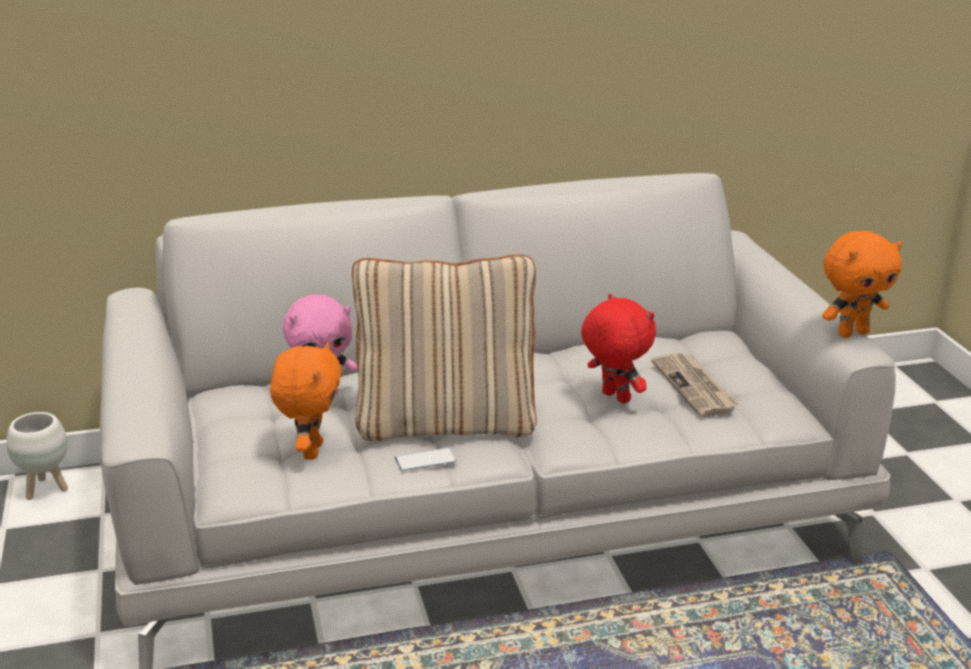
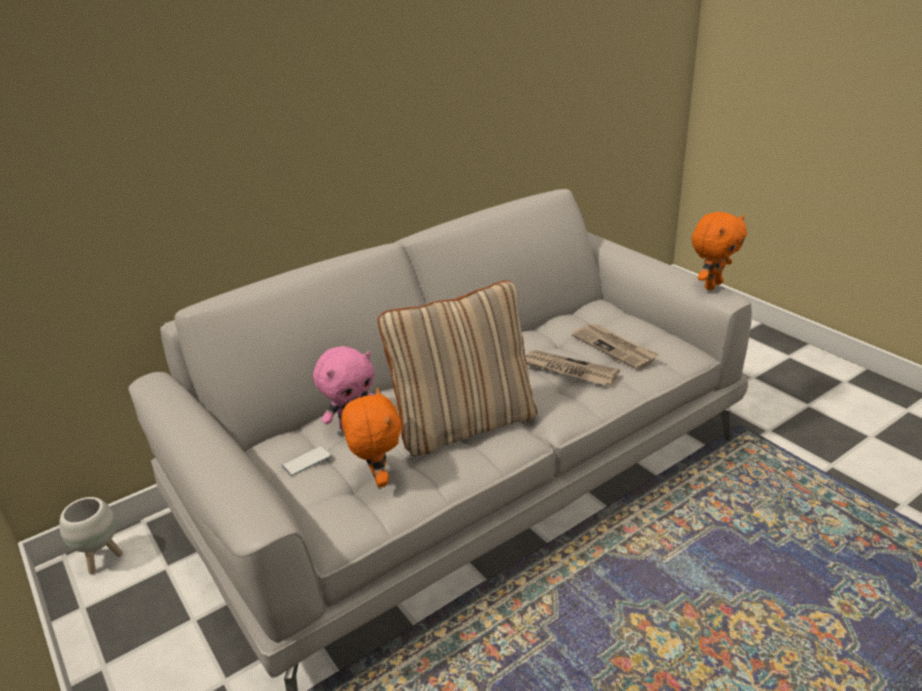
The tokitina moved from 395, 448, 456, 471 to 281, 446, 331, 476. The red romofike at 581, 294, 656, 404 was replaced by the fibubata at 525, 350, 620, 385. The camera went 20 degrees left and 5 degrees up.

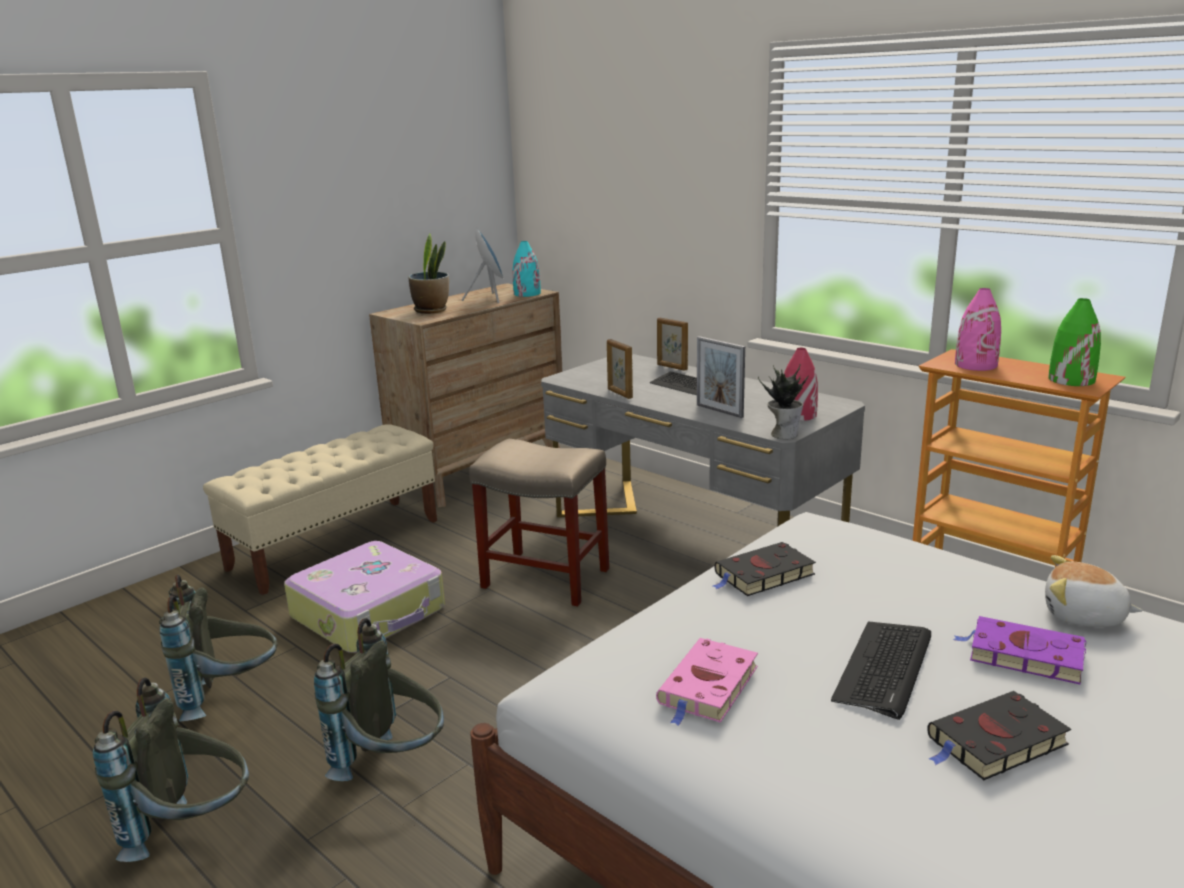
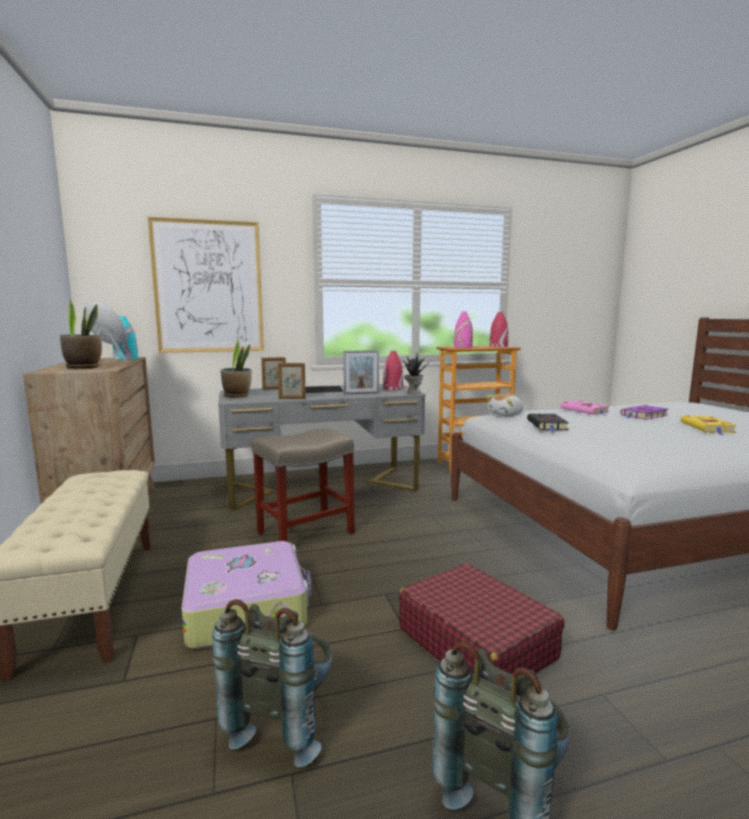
The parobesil at 831, 622, 931, 720 disappeared. The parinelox at 147, 216, 264, 353 appeared. The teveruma at 221, 340, 252, 398 appeared. The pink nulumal moved from 656, 638, 758, 726 to 561, 400, 610, 416. The romofike moved from 1045, 555, 1143, 627 to 486, 393, 523, 416. The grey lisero at 314, 618, 444, 781 was replaced by the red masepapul at 399, 563, 565, 674. The black nulumal at 927, 691, 1071, 780 became the yellow nulumal at 681, 415, 737, 435. The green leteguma at 1048, 298, 1101, 386 became the red leteguma at 490, 312, 509, 347. The camera went 60 degrees left and 10 degrees down.

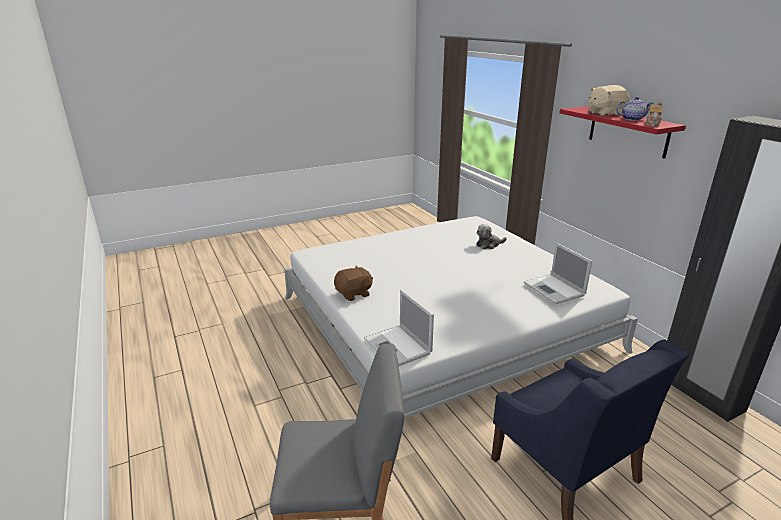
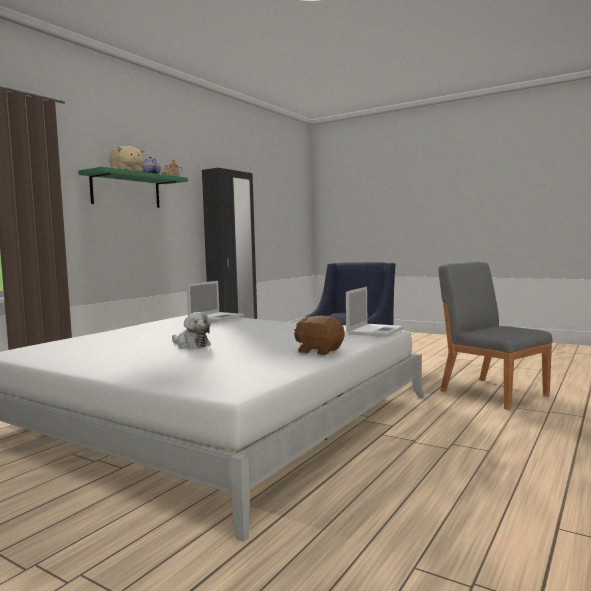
The romofike moved from 476, 224, 507, 249 to 172, 312, 211, 349. The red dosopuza at 559, 106, 686, 159 became the green dosopuza at 78, 167, 188, 208. The camera went 120 degrees left and 20 degrees down.

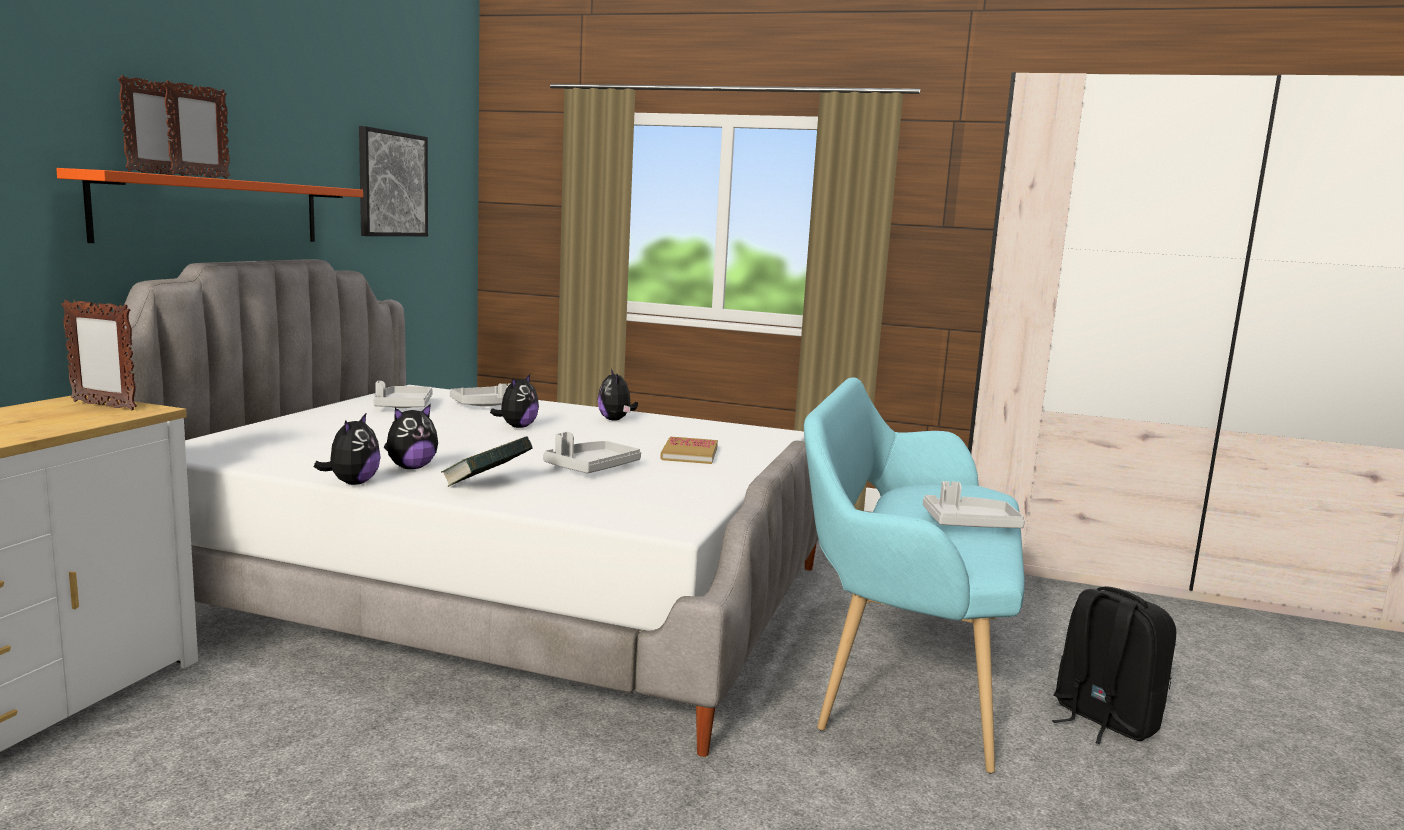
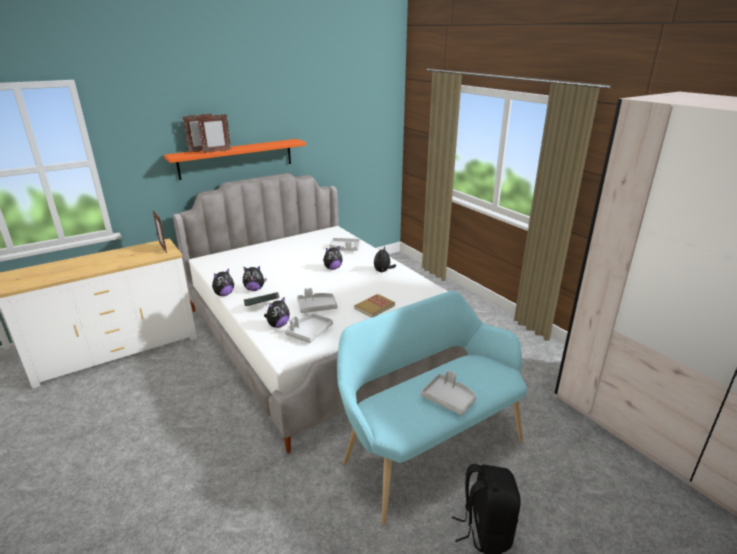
The parinelox at 359, 126, 428, 236 disappeared. The romofike at 264, 297, 290, 328 appeared. The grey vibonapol moved from 373, 381, 433, 408 to 285, 314, 333, 343. The camera went 40 degrees right and 15 degrees up.

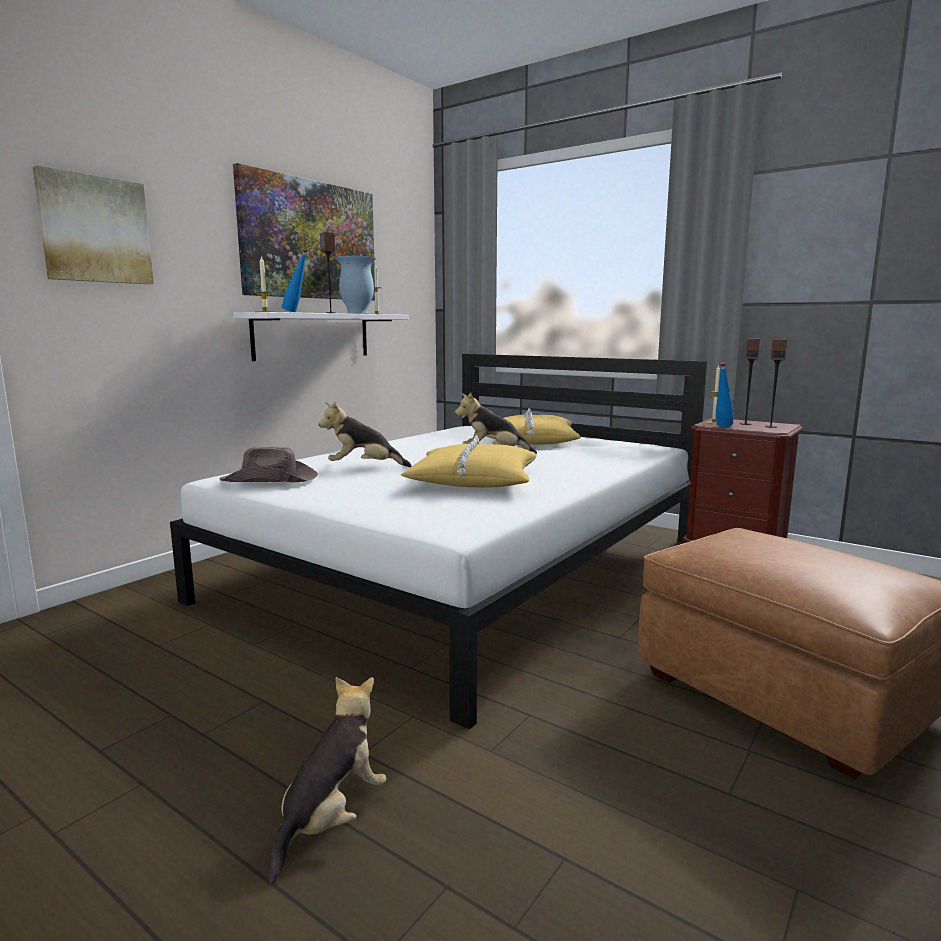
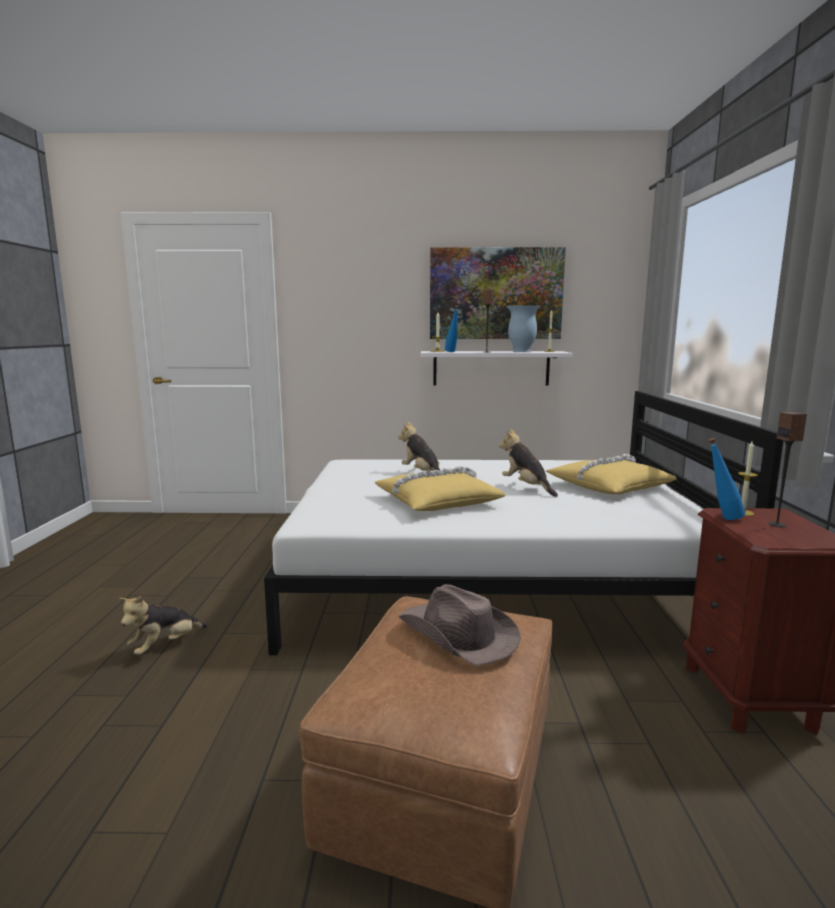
The parinelox at 33, 166, 154, 284 disappeared. The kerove at 765, 339, 787, 428 disappeared. The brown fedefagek moved from 219, 447, 318, 482 to 398, 584, 521, 666. The romofike at 269, 677, 386, 884 turned 135 degrees clockwise. The camera went 55 degrees right and 0 degrees up.

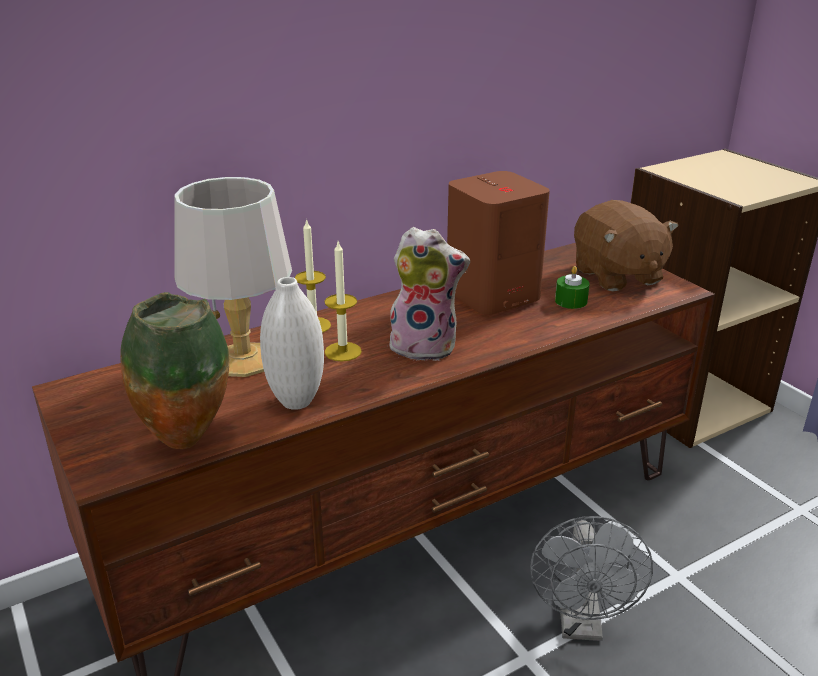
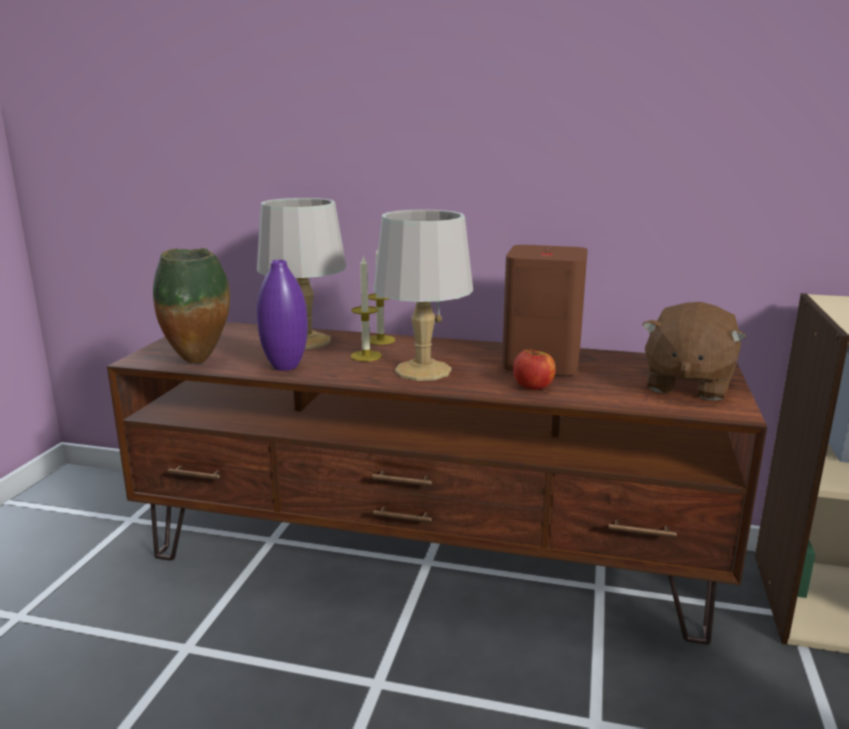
The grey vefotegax at 530, 516, 653, 641 disappeared. The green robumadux at 555, 266, 590, 309 disappeared. The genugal at 513, 348, 556, 390 appeared. The romofike at 389, 227, 470, 361 was replaced by the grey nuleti at 374, 210, 473, 381. The white leteguma at 260, 277, 324, 410 became the purple leteguma at 257, 260, 308, 371. The camera went 45 degrees right and 10 degrees down.

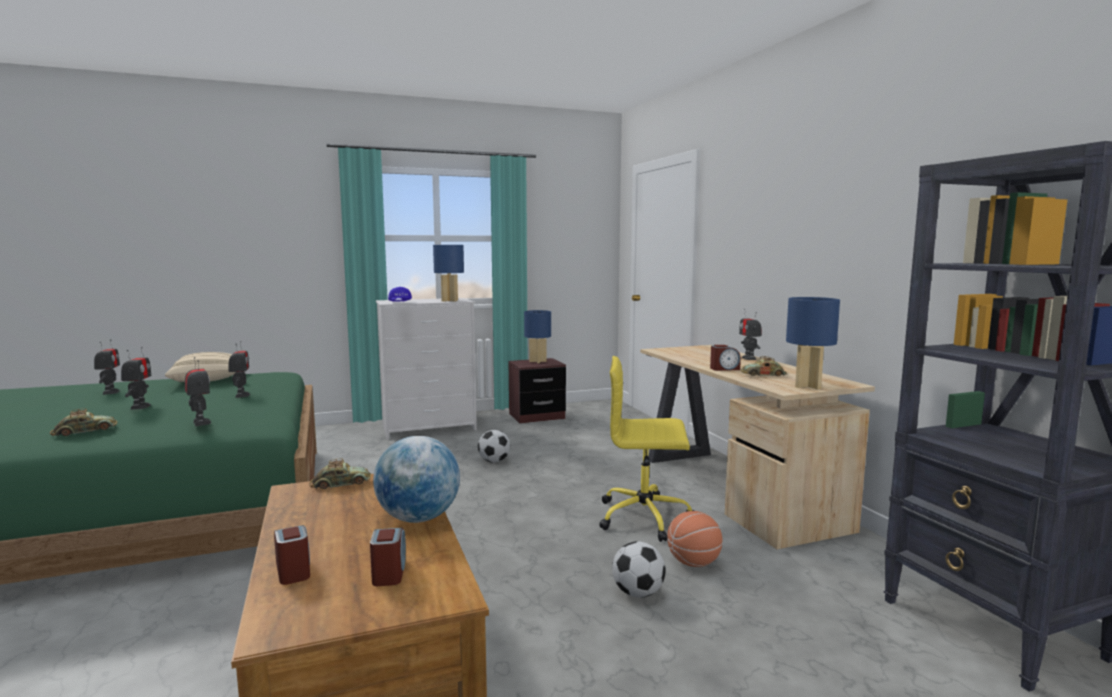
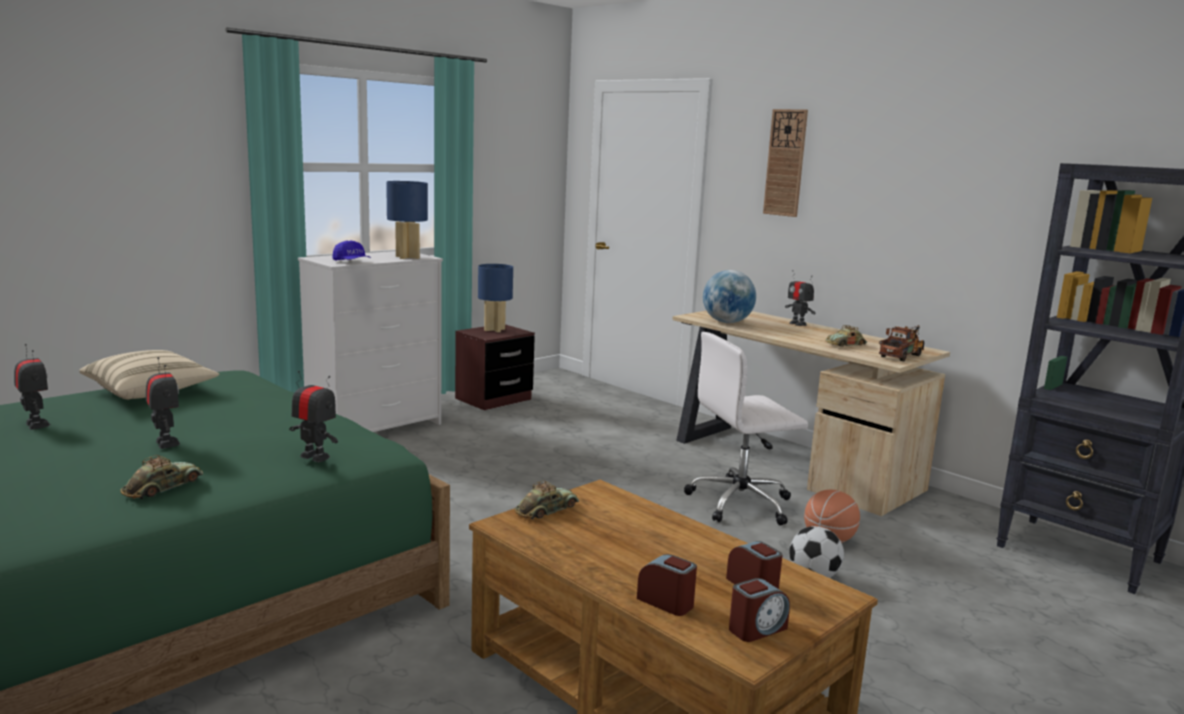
The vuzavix at 229, 341, 250, 398 disappeared. The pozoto at 478, 430, 511, 463 disappeared. The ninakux at 763, 109, 808, 217 appeared. The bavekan moved from 373, 436, 460, 523 to 703, 270, 756, 323. The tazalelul moved from 710, 345, 741, 371 to 729, 578, 790, 642. The blue nuleti at 786, 297, 840, 390 was replaced by the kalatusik at 879, 325, 924, 361. The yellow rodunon at 599, 356, 695, 542 became the white rodunon at 684, 332, 808, 525. The camera went 25 degrees left and 5 degrees up.

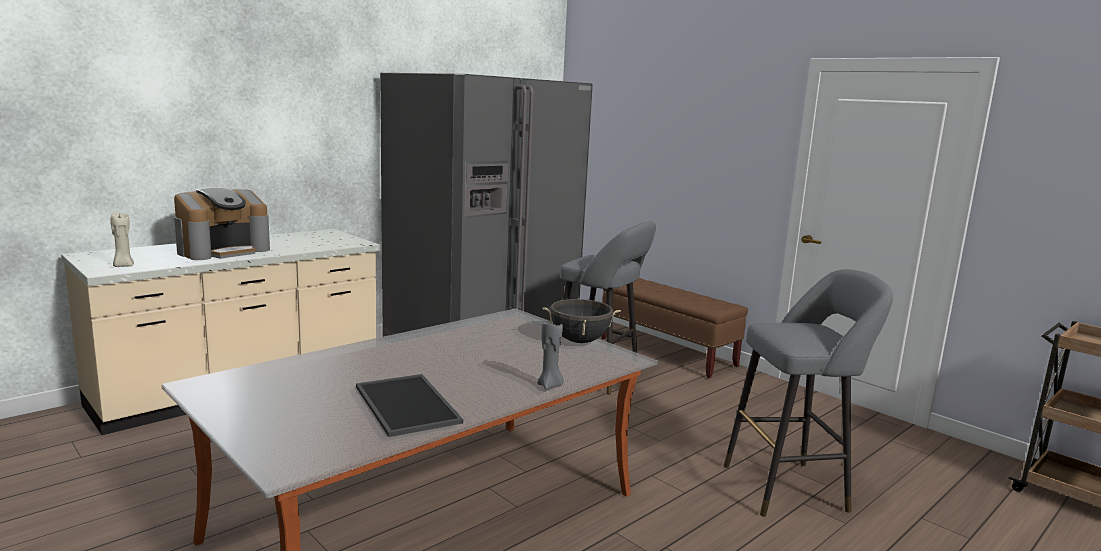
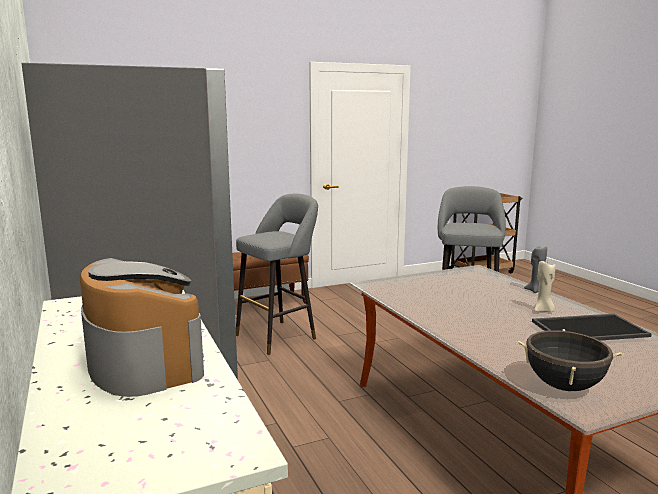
The beige robumadux moved from 110, 212, 134, 267 to 534, 261, 556, 312. The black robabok moved from 543, 298, 621, 343 to 516, 329, 624, 391. The camera went 70 degrees left and 0 degrees up.

